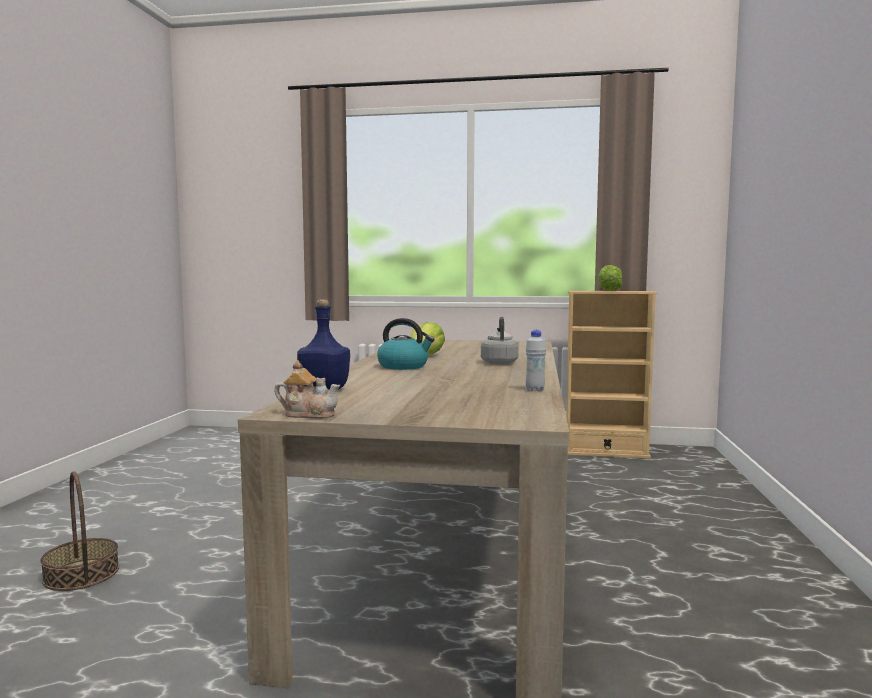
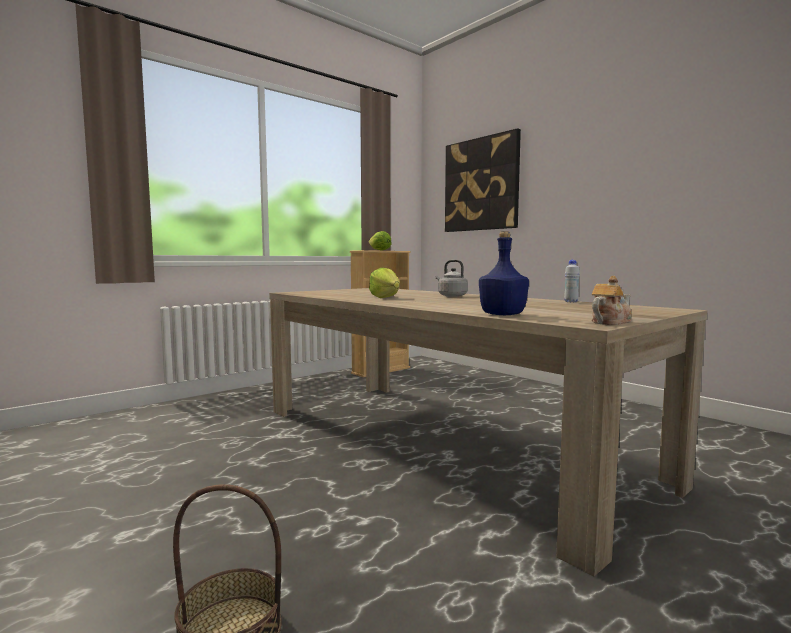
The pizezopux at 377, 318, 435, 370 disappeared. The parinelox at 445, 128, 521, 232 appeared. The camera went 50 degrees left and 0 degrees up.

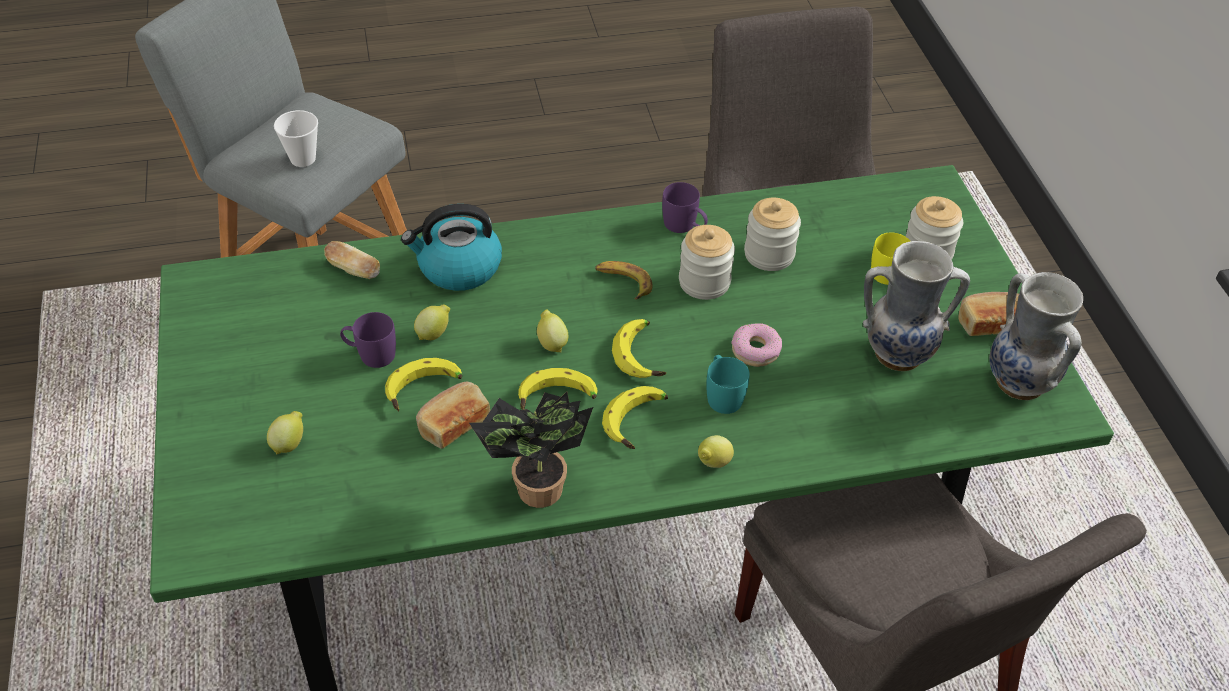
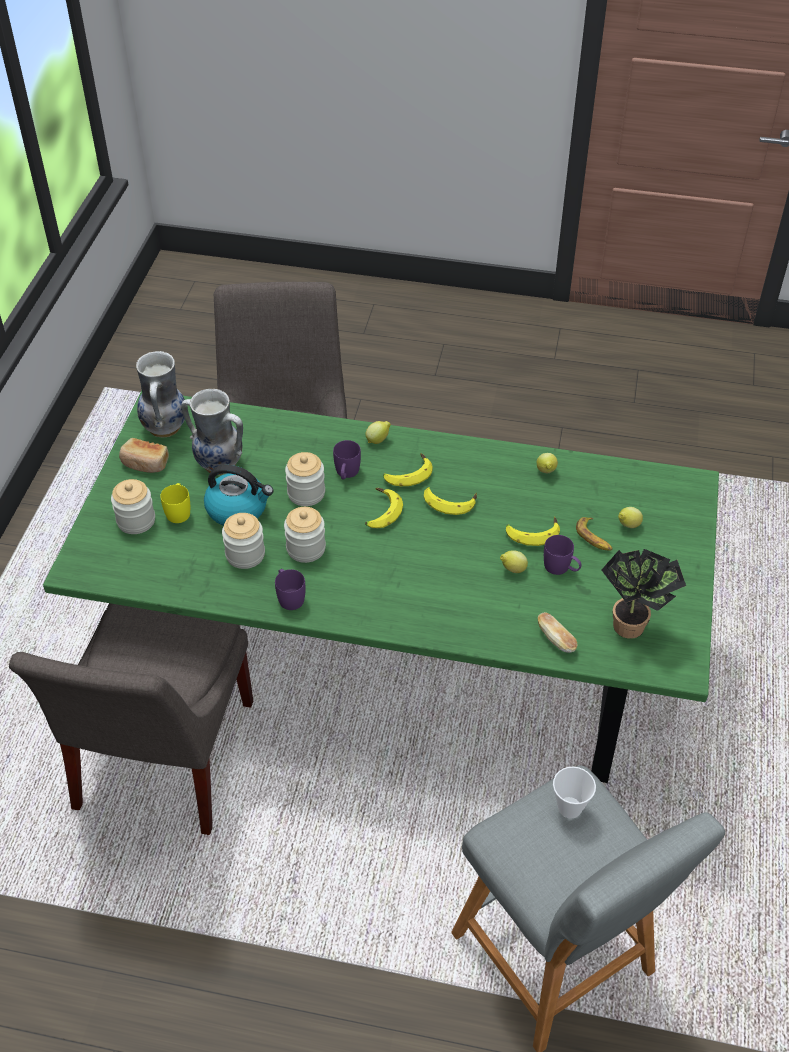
The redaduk at 416, 382, 490, 449 disappeared. The pizezopux moved from 401, 204, 502, 291 to 204, 465, 274, 526. The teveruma moved from 469, 392, 593, 508 to 602, 549, 686, 639. The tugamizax moved from 537, 309, 568, 353 to 537, 453, 558, 473. The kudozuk moved from 595, 261, 652, 299 to 576, 517, 612, 550. The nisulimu at 731, 323, 782, 367 was replaced by the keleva at 285, 452, 325, 506. The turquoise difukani at 706, 355, 750, 414 became the purple difukani at 333, 440, 361, 480. The camera went 155 degrees left and 0 degrees up.

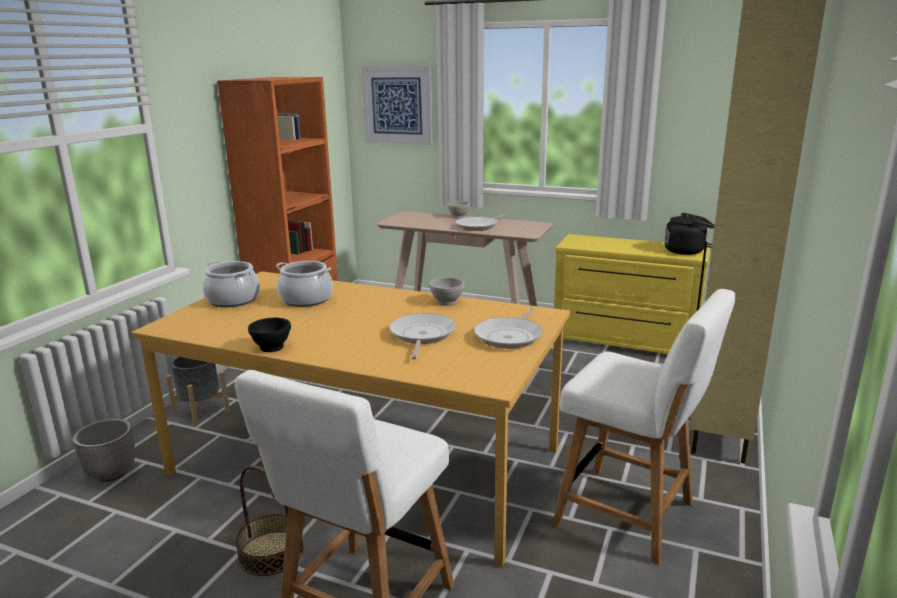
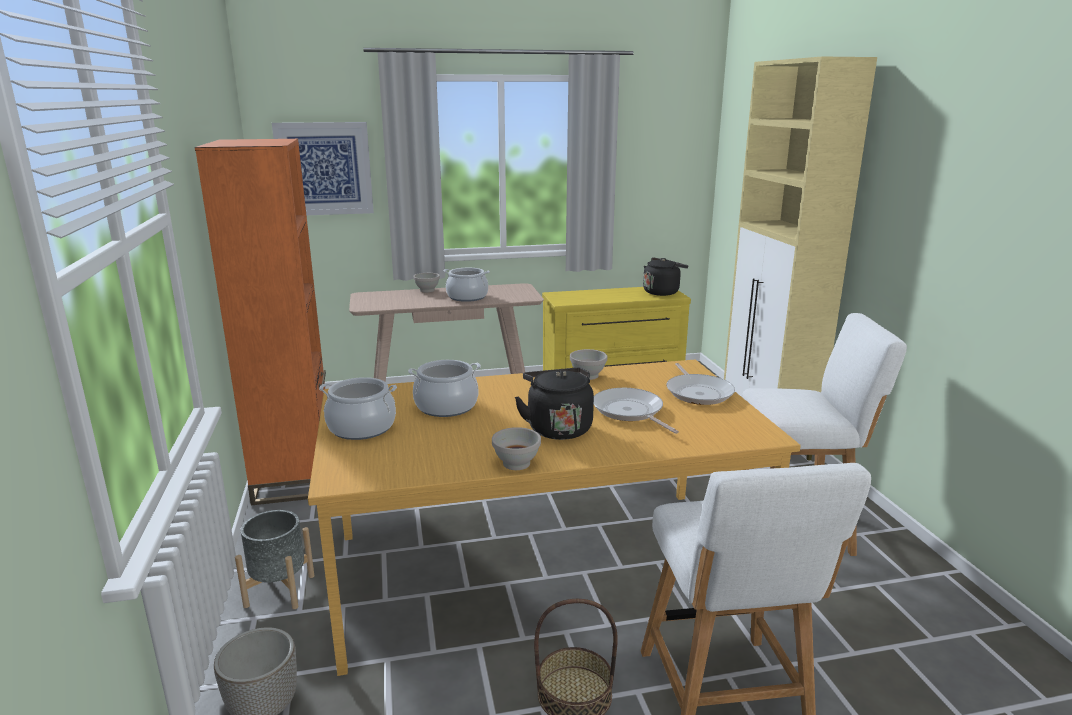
The black pizezopux at 515, 368, 594, 440 appeared. The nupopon at 456, 215, 506, 231 was replaced by the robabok at 444, 268, 490, 302. The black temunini at 248, 318, 291, 352 became the white temunini at 492, 427, 541, 470. The camera went 35 degrees left and 0 degrees up.

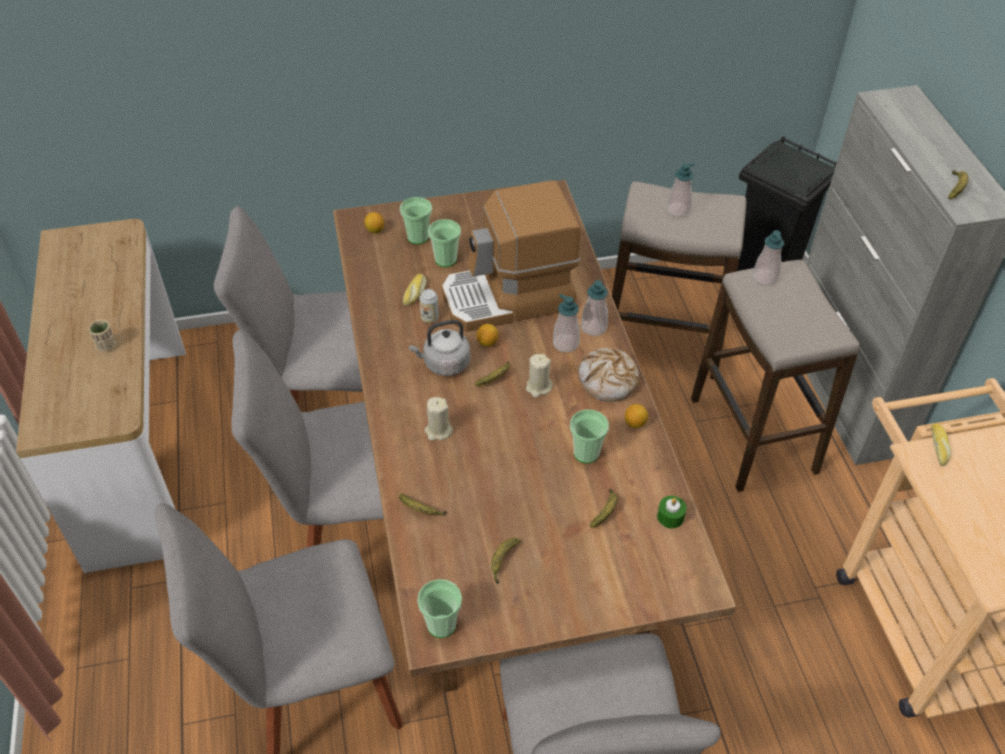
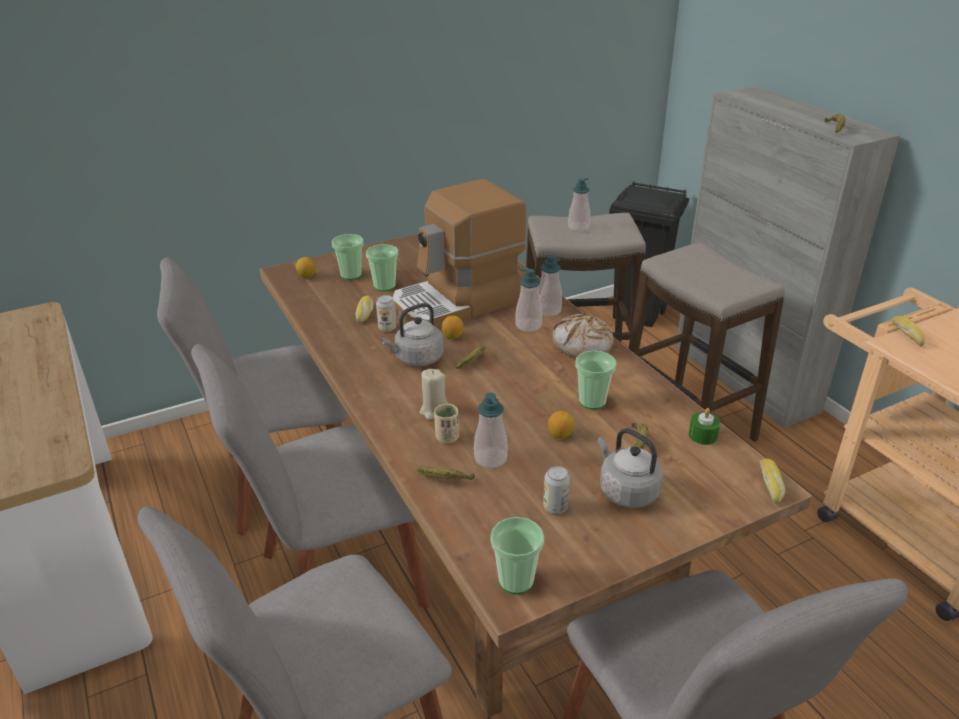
The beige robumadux at 526, 354, 553, 398 disappeared. The grey pizezopux at 597, 428, 663, 508 appeared. The redaduk at 760, 458, 785, 504 appeared. The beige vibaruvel moved from 89, 320, 116, 352 to 434, 404, 459, 443. The tugamizax moved from 625, 404, 648, 428 to 548, 411, 574, 439. The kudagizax moved from 753, 230, 784, 285 to 474, 393, 508, 468. The kudozuk at 491, 538, 521, 585 was replaced by the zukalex at 543, 466, 570, 514. The camera went 15 degrees left and 15 degrees down.

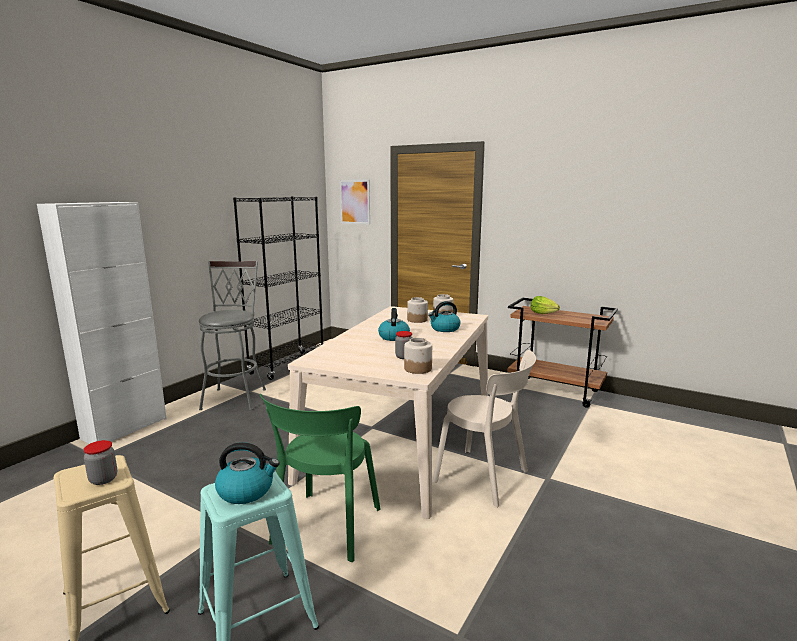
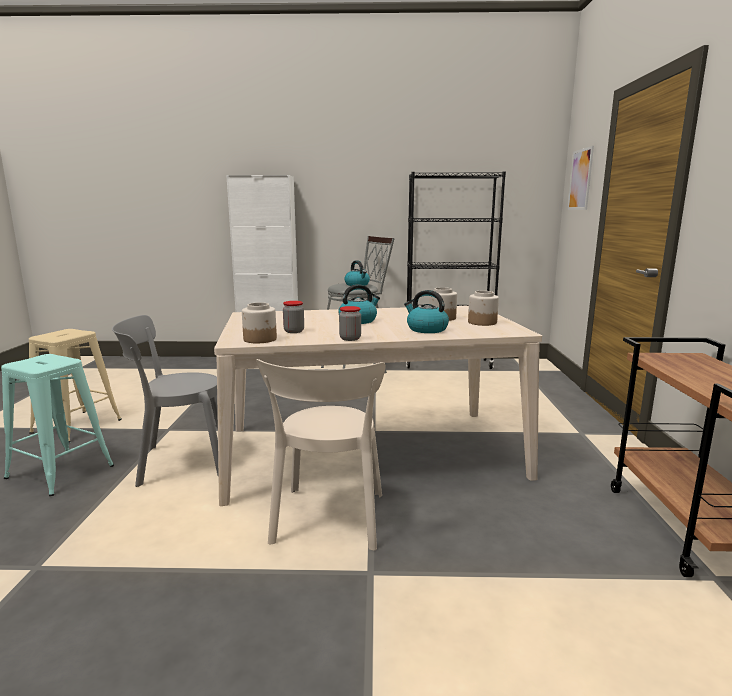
The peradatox at 530, 296, 560, 314 disappeared. The keleva moved from 83, 440, 117, 485 to 339, 306, 361, 341. The pizezopux moved from 215, 442, 280, 504 to 344, 260, 370, 286. The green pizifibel at 260, 394, 380, 562 became the grey pizifibel at 112, 315, 219, 487. The camera went 60 degrees right and 0 degrees up.

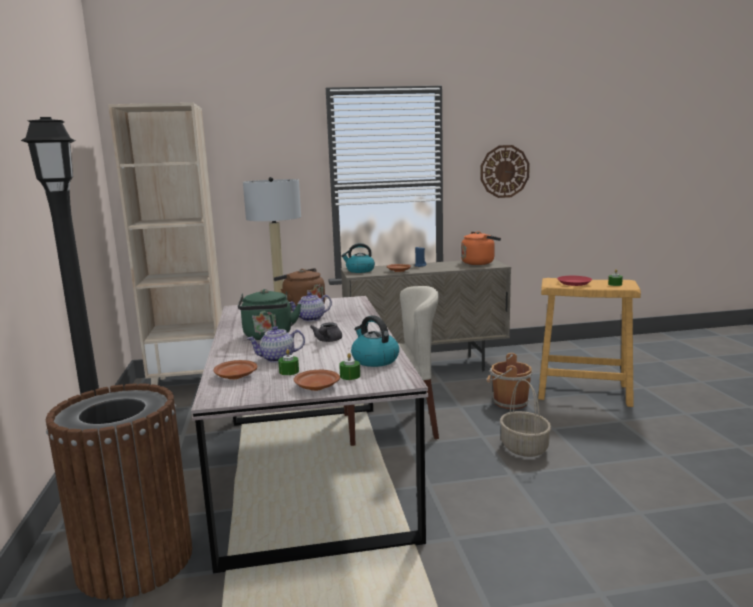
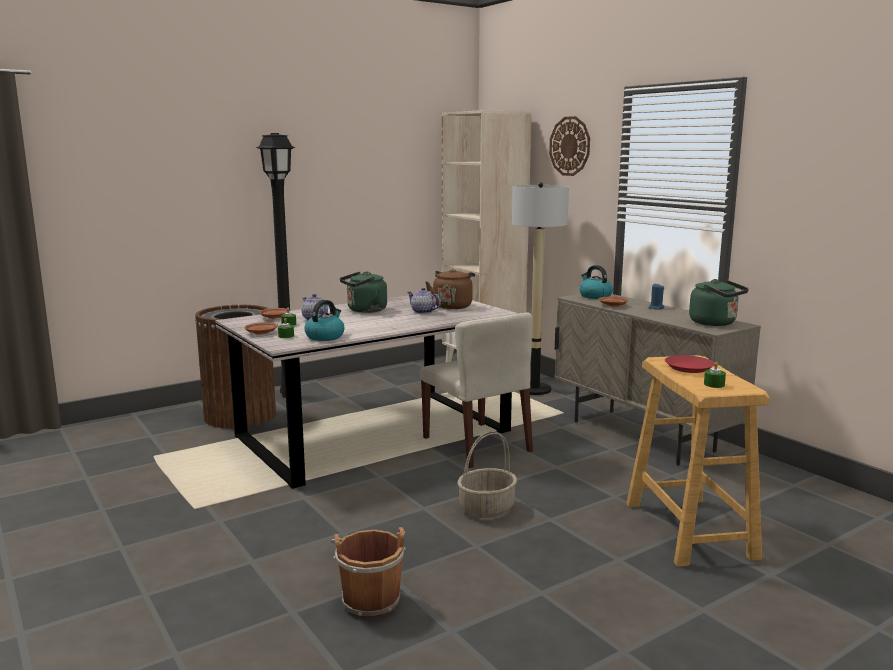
The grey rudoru at 310, 323, 342, 342 disappeared. The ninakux moved from 480, 145, 530, 198 to 549, 116, 590, 176. The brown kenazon moved from 487, 353, 532, 409 to 331, 527, 406, 619. The orange pizezopux at 461, 231, 501, 265 became the green pizezopux at 689, 279, 749, 326. The camera went 65 degrees right and 0 degrees up.

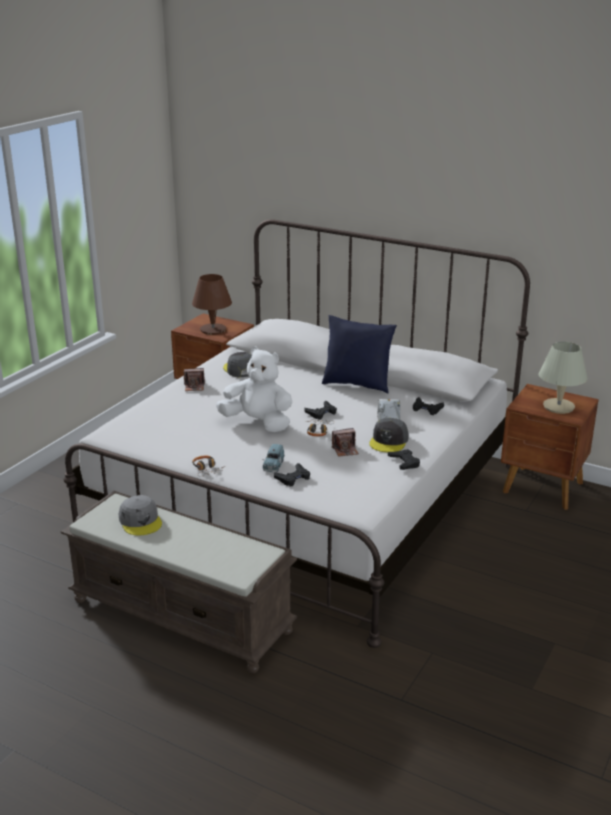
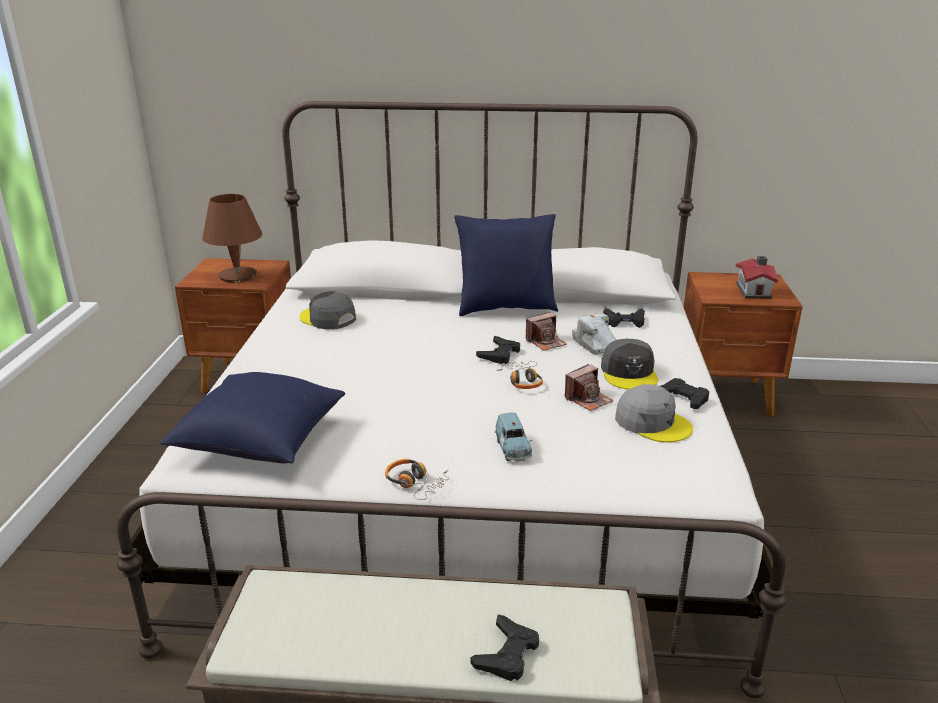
The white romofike at 216, 346, 292, 432 disappeared. The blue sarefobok at 160, 372, 345, 464 appeared. The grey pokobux moved from 119, 495, 162, 535 to 615, 384, 693, 442. The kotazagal moved from 183, 368, 205, 391 to 526, 312, 567, 351. The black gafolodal moved from 274, 463, 310, 487 to 471, 615, 539, 681. The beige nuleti at 539, 342, 588, 414 was replaced by the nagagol at 736, 256, 778, 299. The camera went 25 degrees left and 0 degrees up.

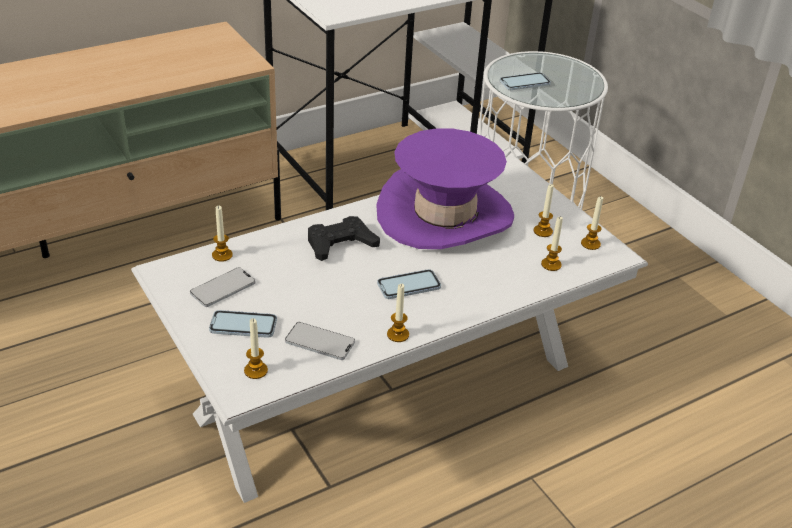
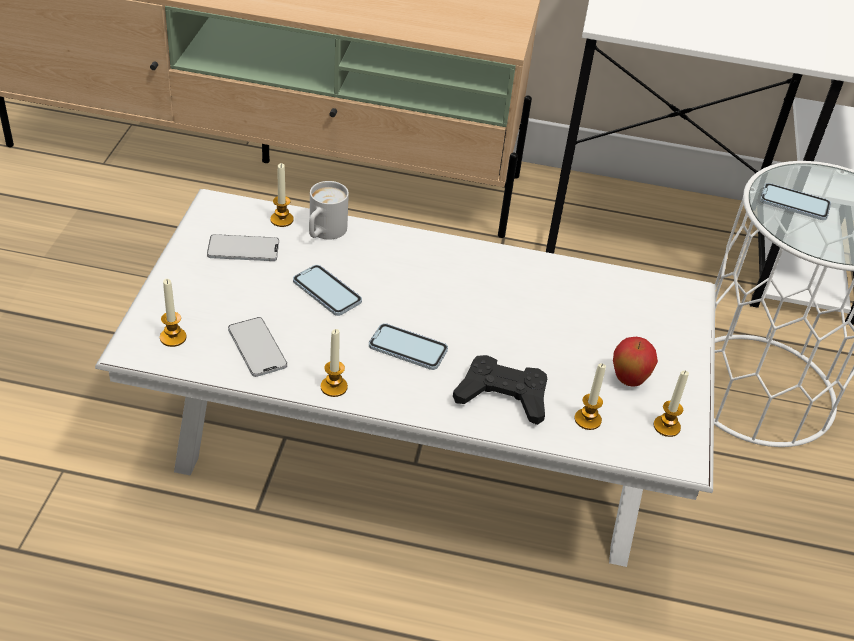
The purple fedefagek at 376, 128, 514, 249 disappeared. The white difukani at 309, 181, 349, 240 appeared. The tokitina moved from 209, 310, 277, 338 to 293, 265, 362, 316. The black gafolodal moved from 308, 216, 380, 261 to 453, 355, 547, 425. The robumadux at 534, 184, 554, 237 was replaced by the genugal at 613, 337, 658, 387. The camera went 40 degrees right and 5 degrees up.

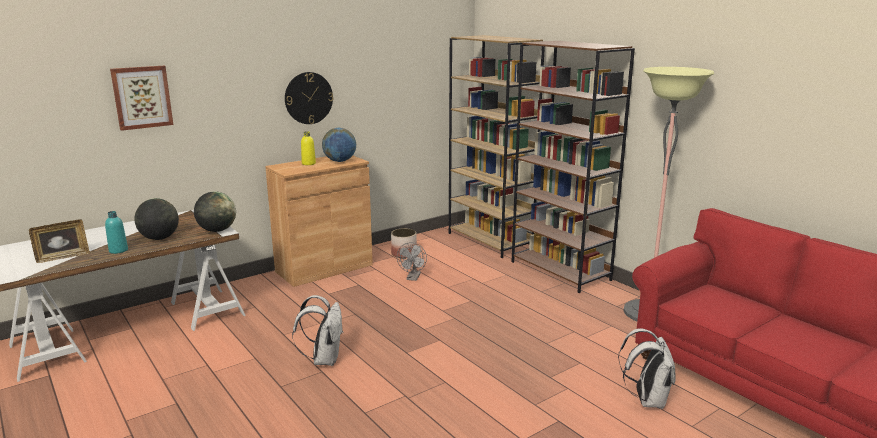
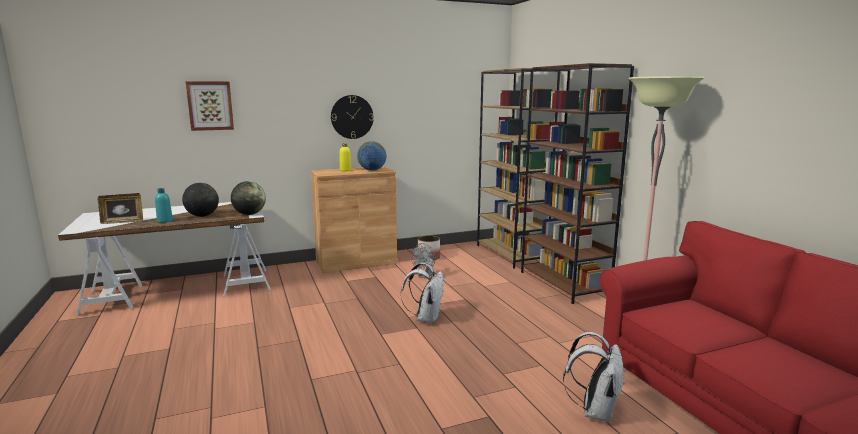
The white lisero moved from 292, 295, 343, 366 to 401, 263, 444, 324. The camera went 15 degrees right and 5 degrees down.

